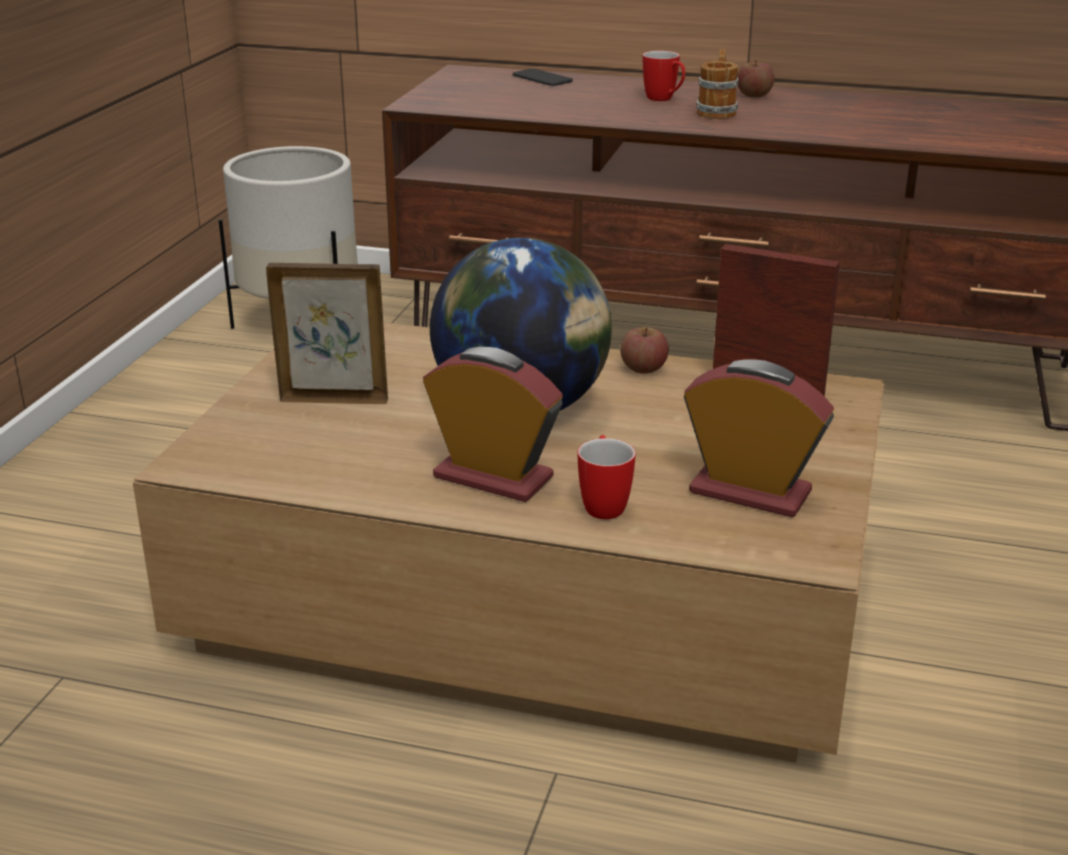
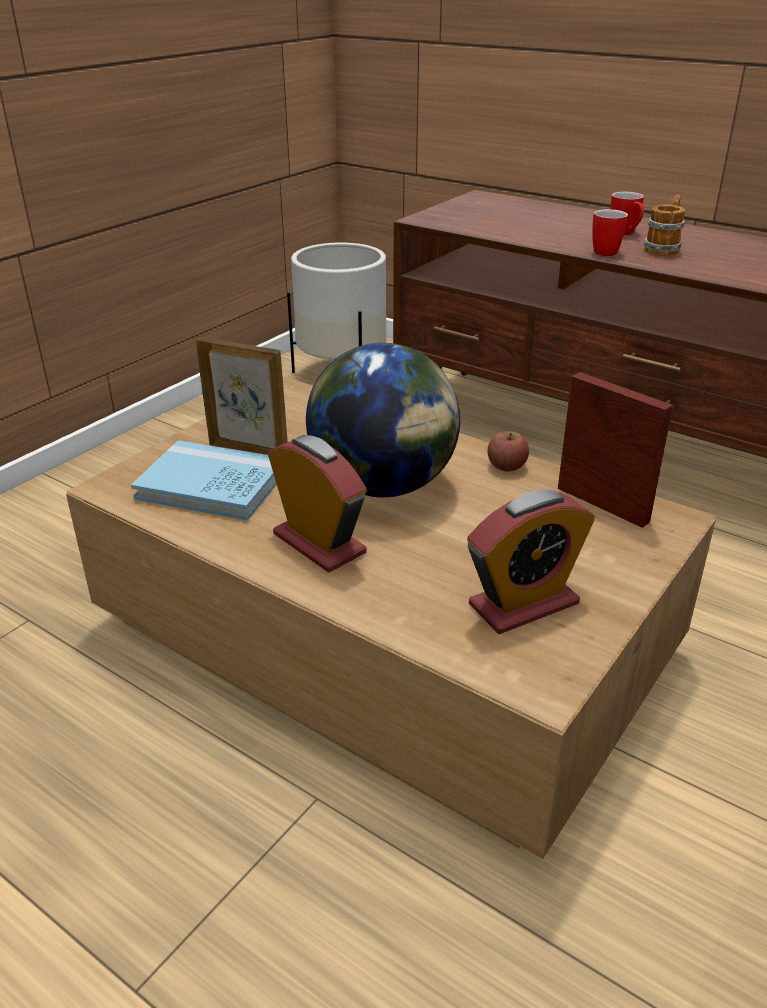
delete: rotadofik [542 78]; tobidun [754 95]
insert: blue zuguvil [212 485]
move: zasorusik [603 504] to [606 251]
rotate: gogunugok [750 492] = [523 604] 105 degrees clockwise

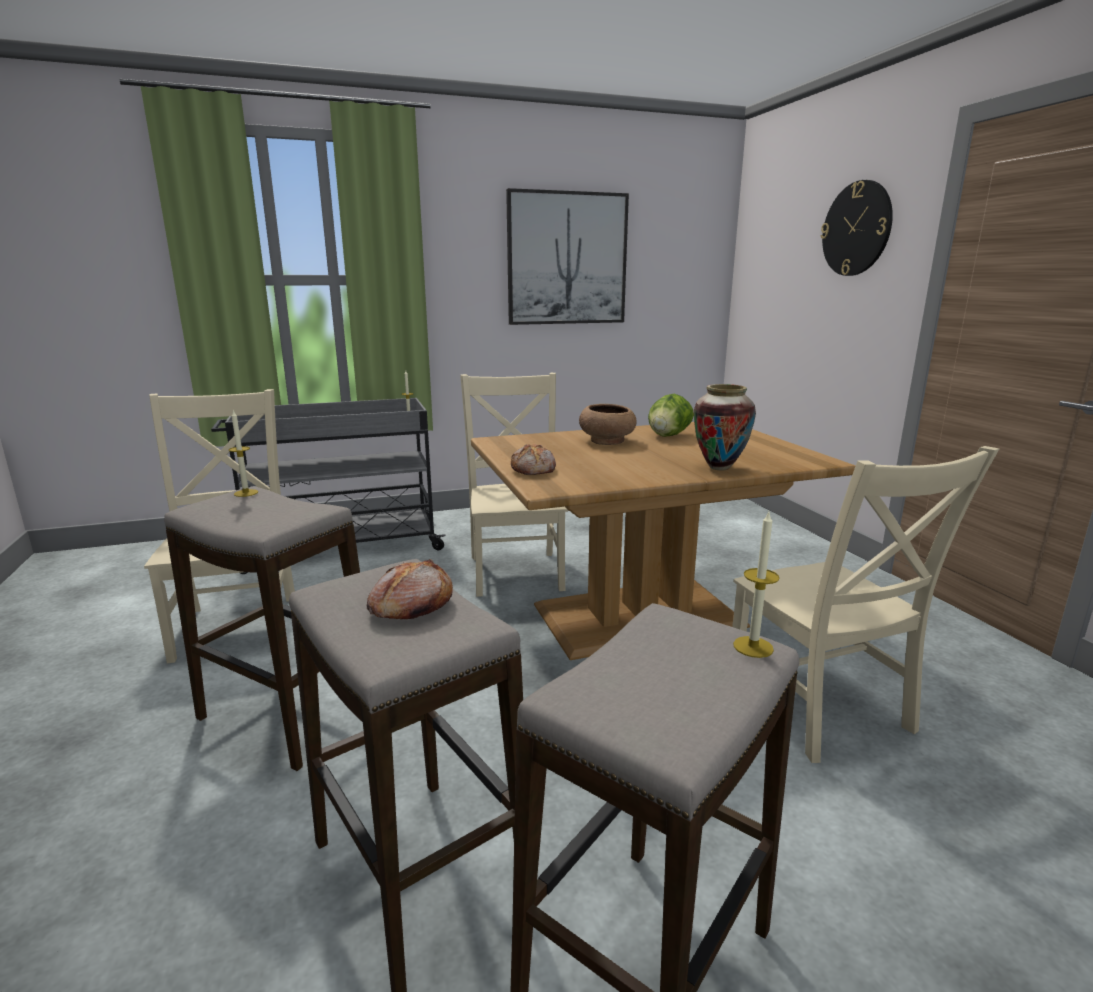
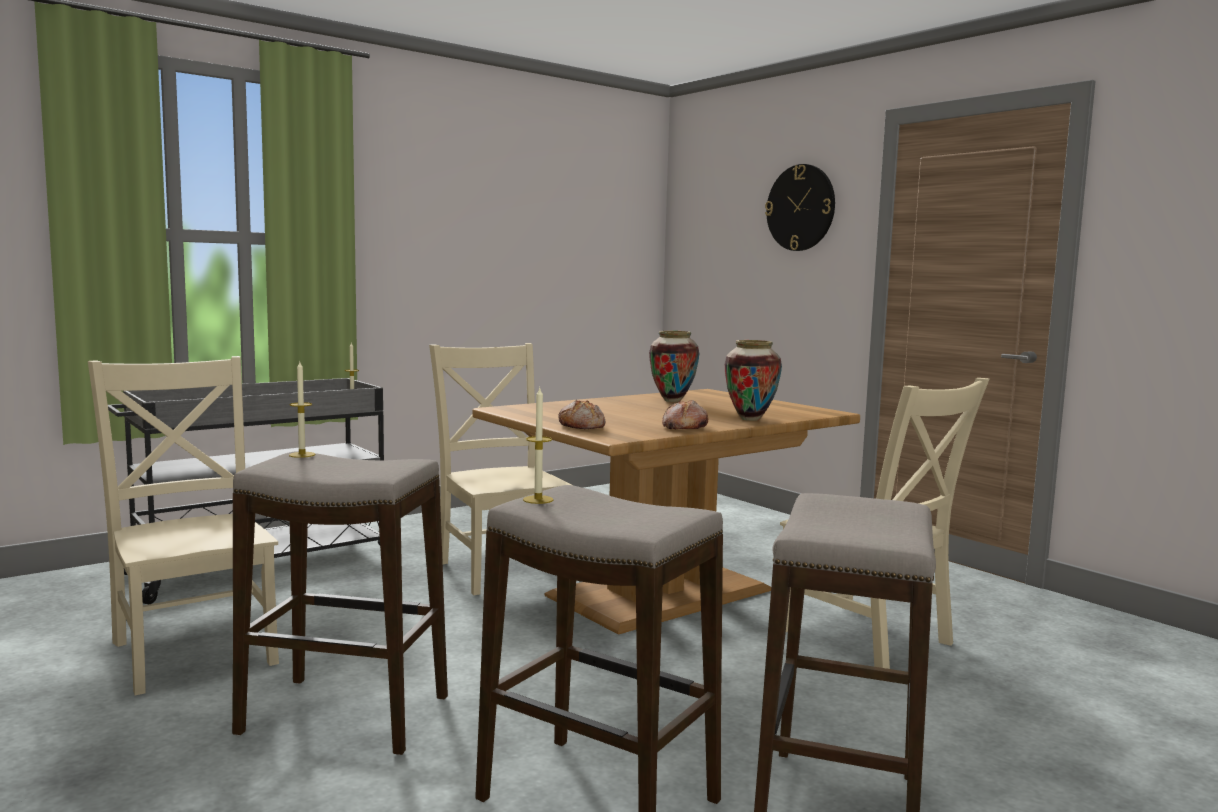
delete: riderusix [567 259]; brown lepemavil [607 441]
move: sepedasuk [753 647] to [538 499]; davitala [410 605] to [683 427]
replace: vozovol [668 436] to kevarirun [672 400]

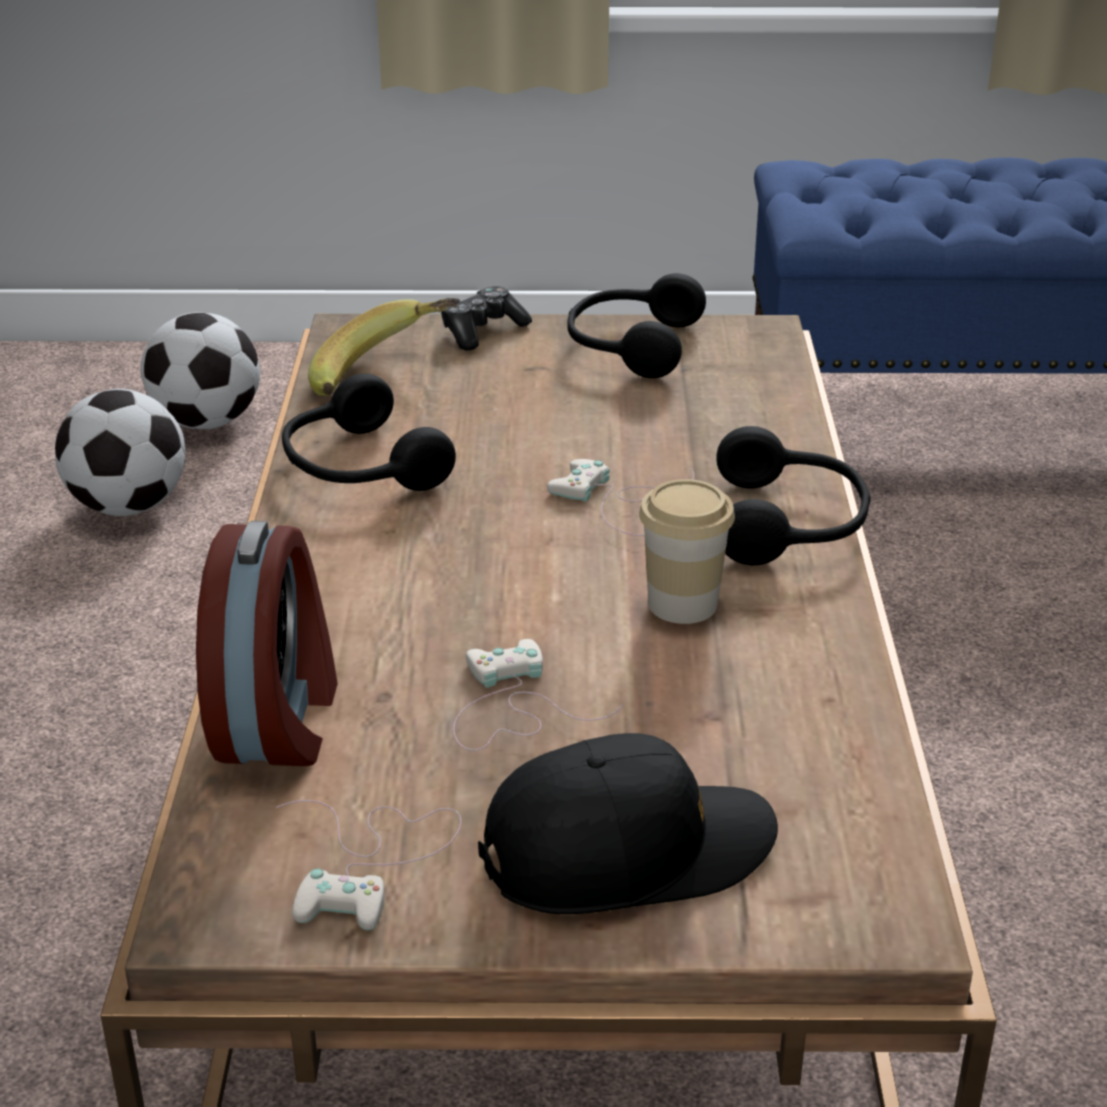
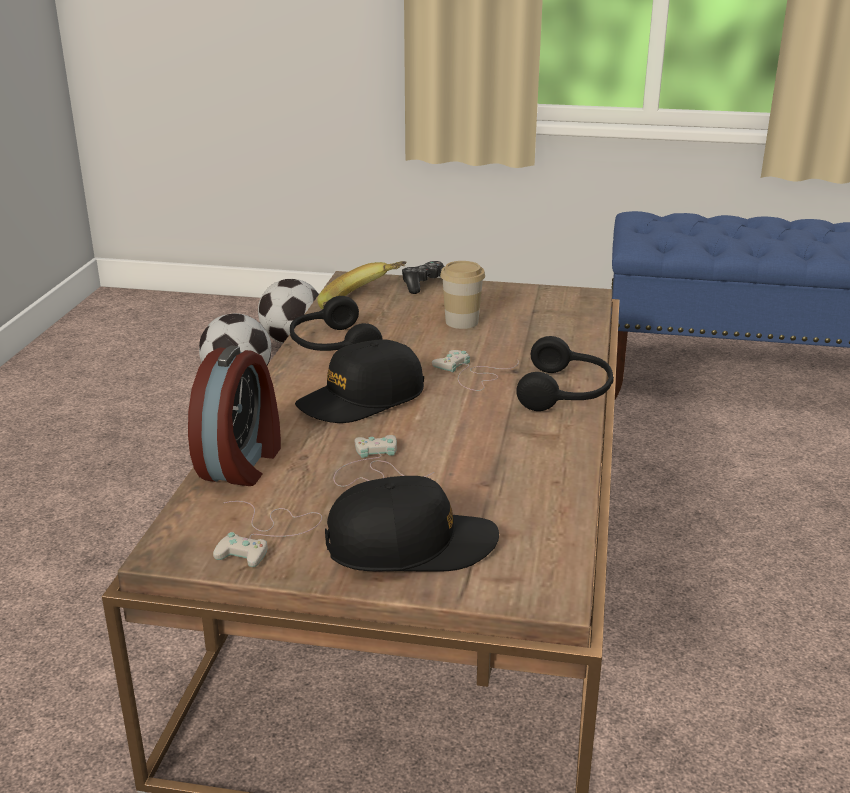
delete: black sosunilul [630 346]
insert: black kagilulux [361 399]
move: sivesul [682 604] to [461 322]

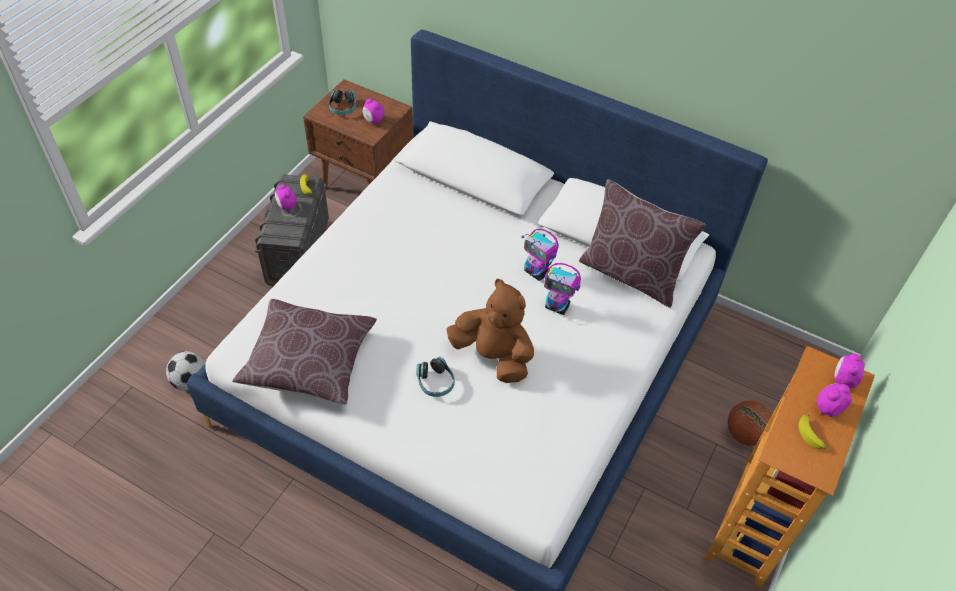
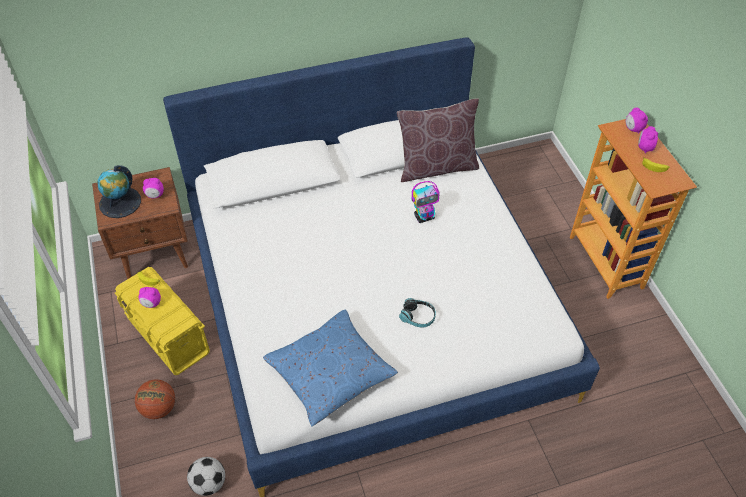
delete: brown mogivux [493 356]; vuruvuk [537 272]
move: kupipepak [744 434] to [159 408]
replace: sosunilul [343 107] to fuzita [120 202]
recolor: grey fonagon [297 252] to yellow fonagon [168 336]; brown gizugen [308 361] to blue gizugen [330 374]

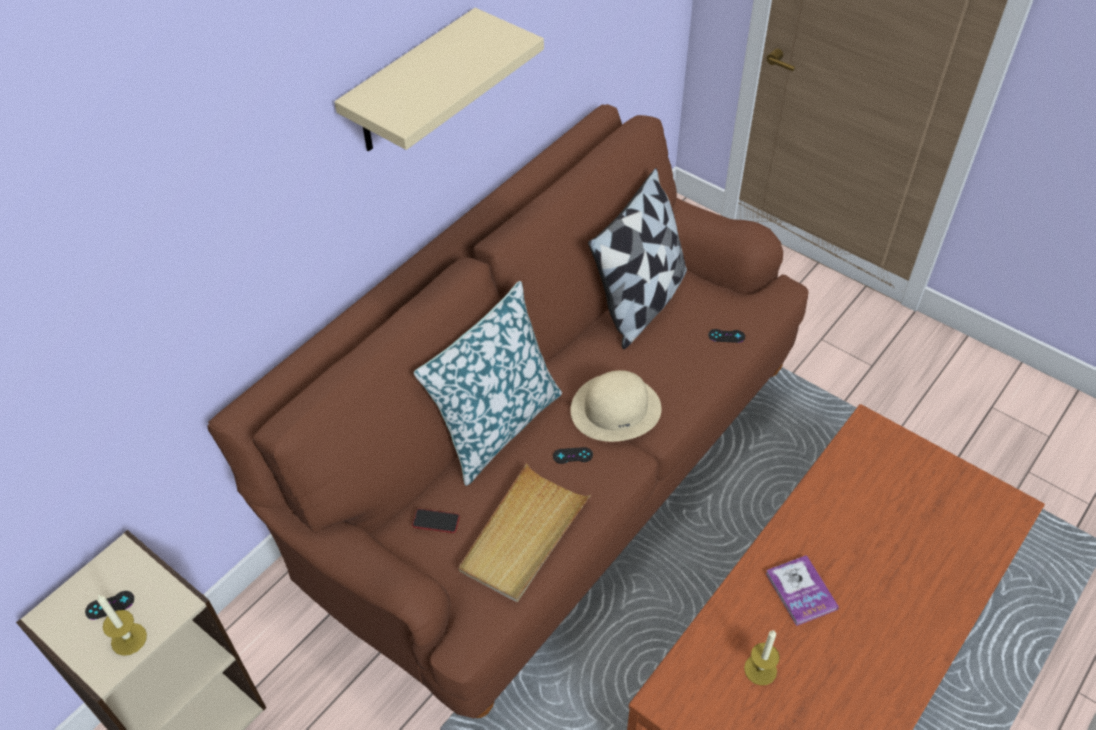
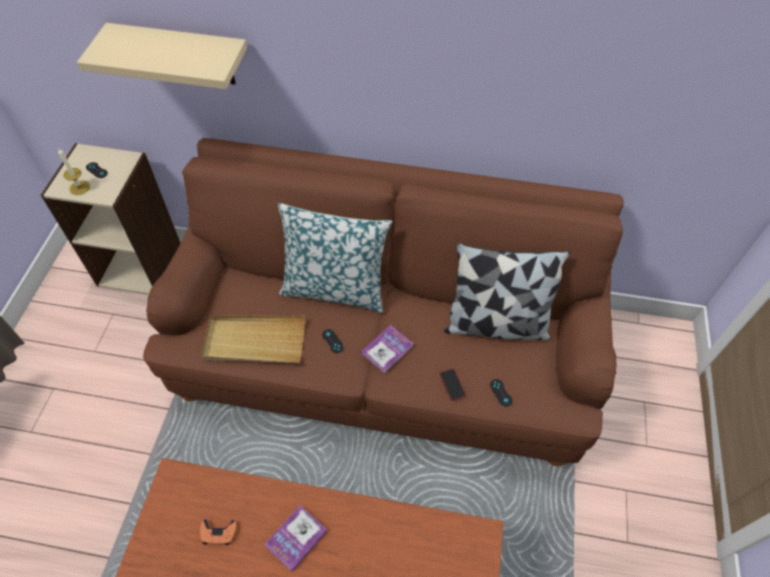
move: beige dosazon [412 84] to [181 54]; rotadofik [436 521] to [452 385]
replace: sepedasuk [760 669] to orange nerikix [218 533]; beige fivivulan [616 408] to zuguvil [387 349]

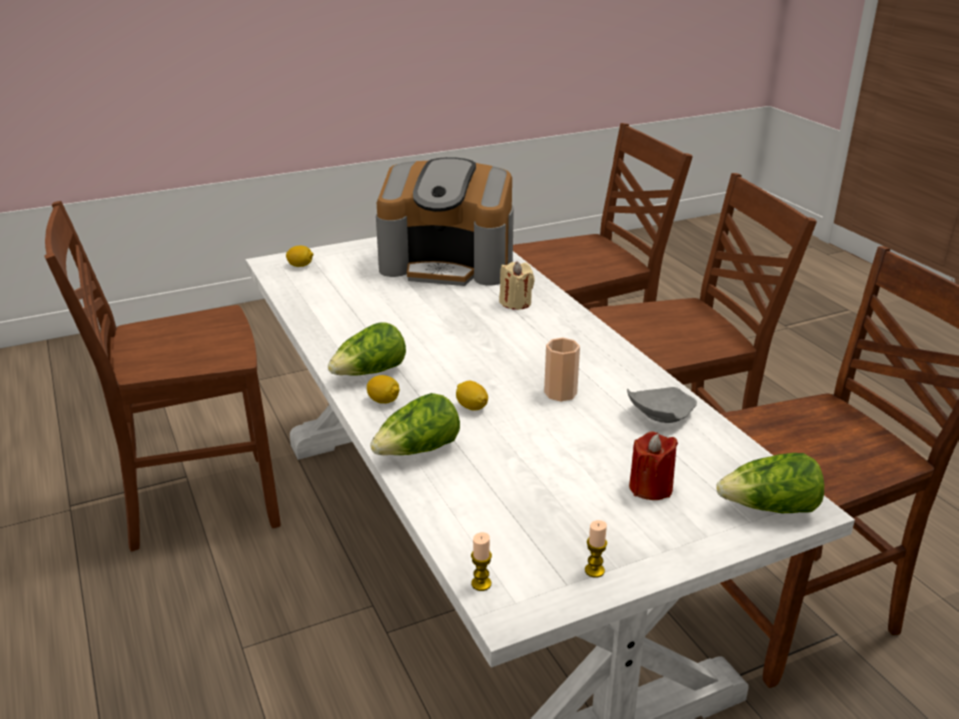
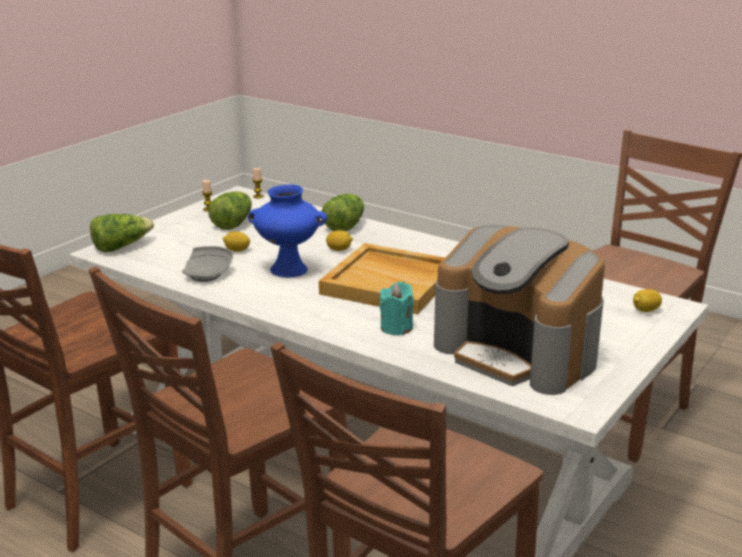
delete: red sepedasuk [650 487]
insert: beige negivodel [390 283]
move: vozovol [370 373] to [232 223]; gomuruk [384 401] to [237 250]
replace: sivesul [560 393] to blue kevarirun [287 270]
recolor: beige sepedasuk [515 303] to turquoise sepedasuk [396 328]
rotate: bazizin [448 263] = [518 353] 120 degrees counterclockwise

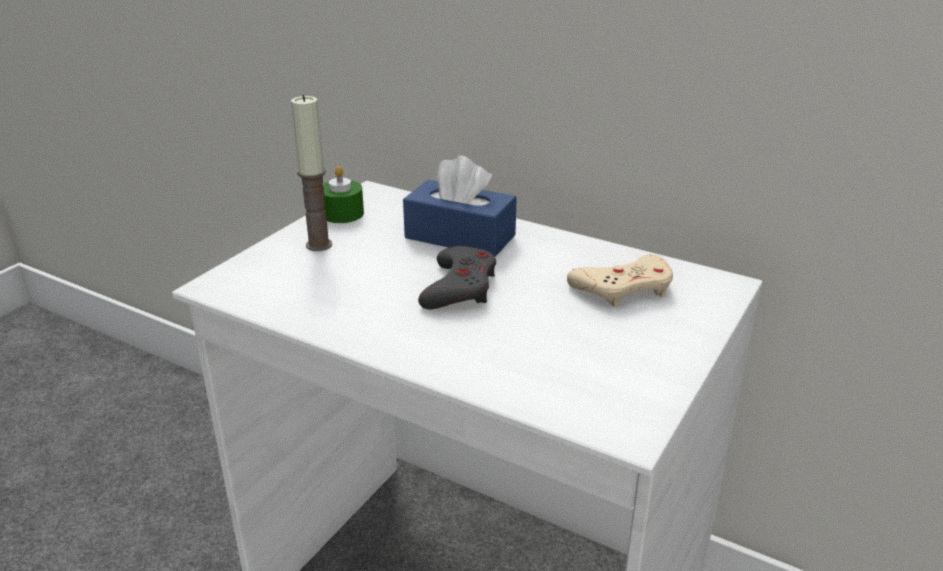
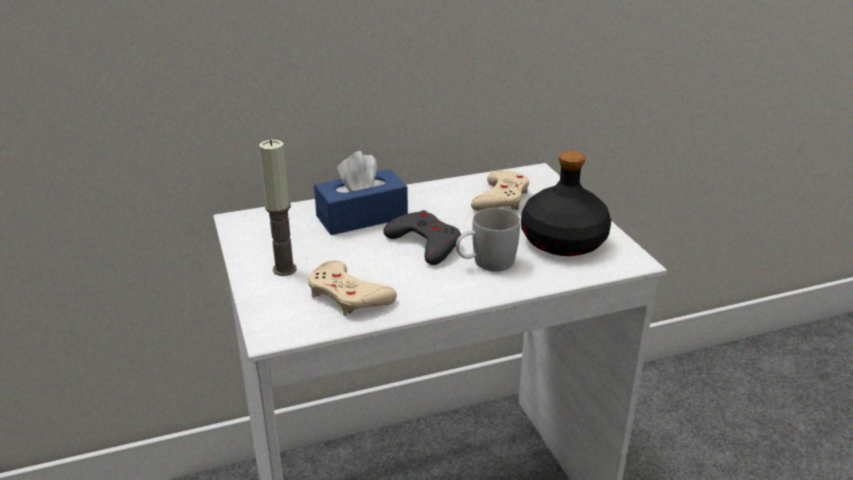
delete: green sepedasuk [342 213]
insert: beige nerikix [348 296]; white zasorusik [485 263]; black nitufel [562 241]

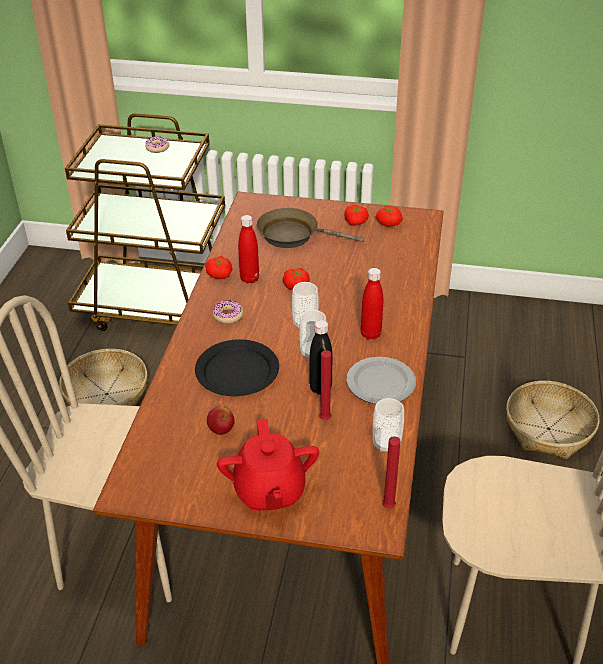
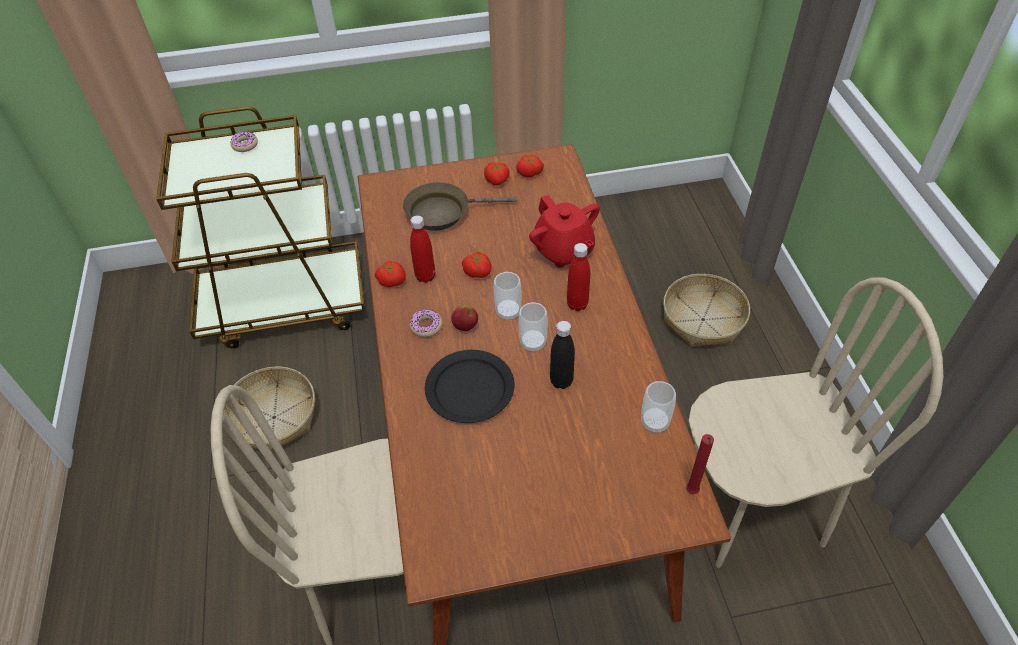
delete: red sepedasuk [324 417]; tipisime [380 382]
move: tobidun [221 430] to [465 326]; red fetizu [269 491] to [563 251]

